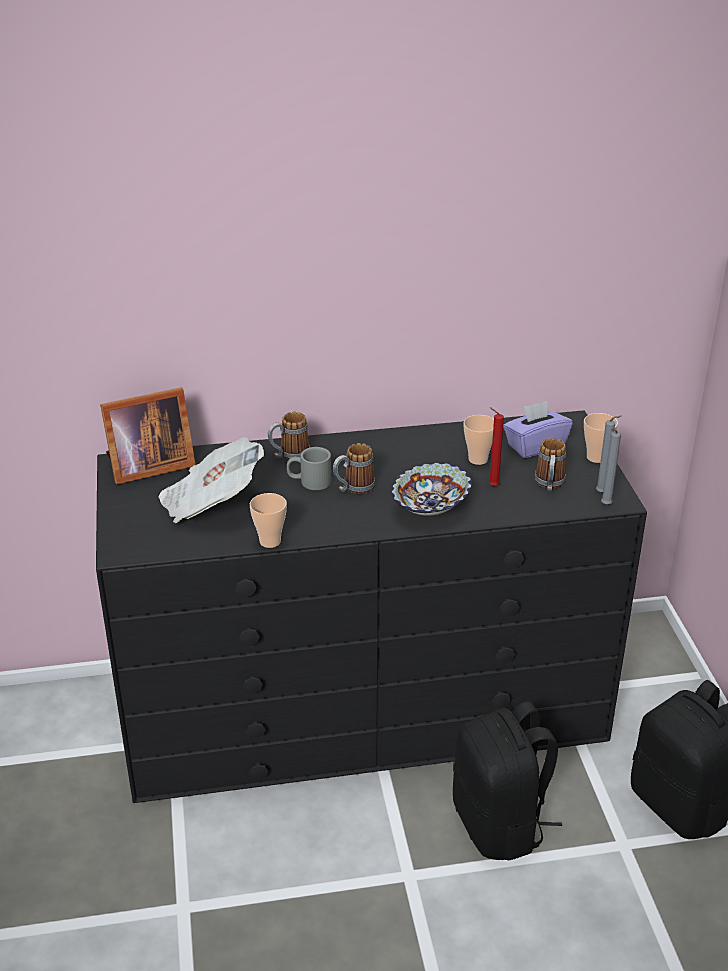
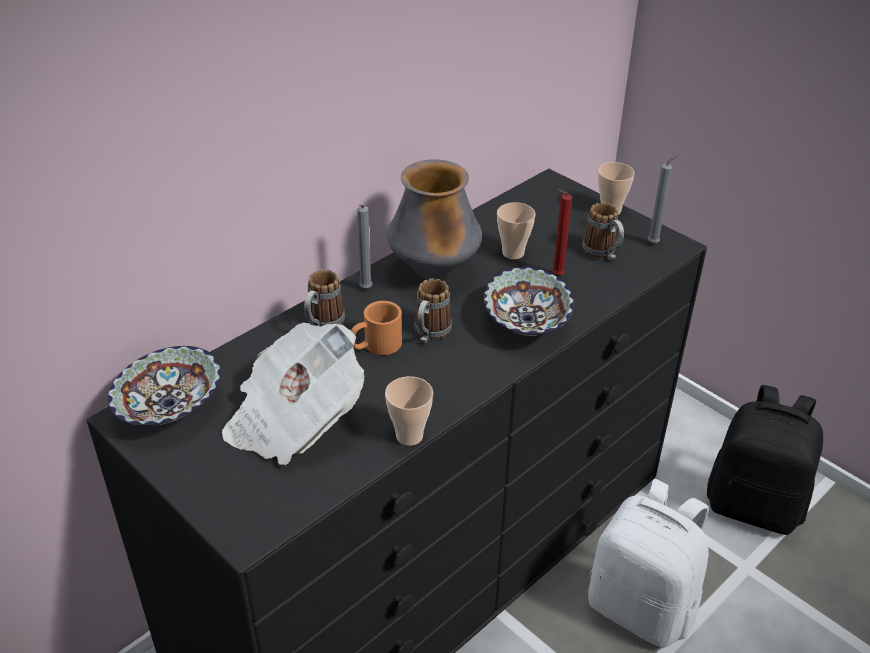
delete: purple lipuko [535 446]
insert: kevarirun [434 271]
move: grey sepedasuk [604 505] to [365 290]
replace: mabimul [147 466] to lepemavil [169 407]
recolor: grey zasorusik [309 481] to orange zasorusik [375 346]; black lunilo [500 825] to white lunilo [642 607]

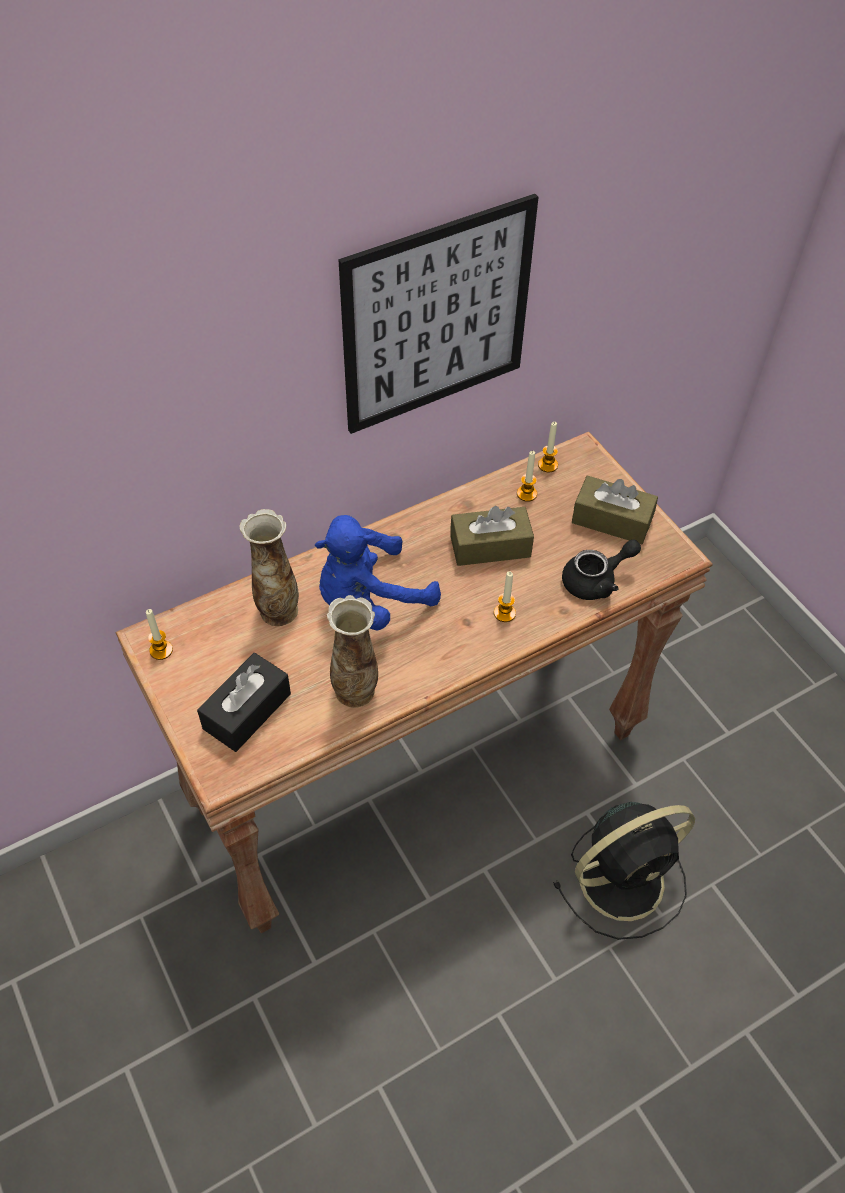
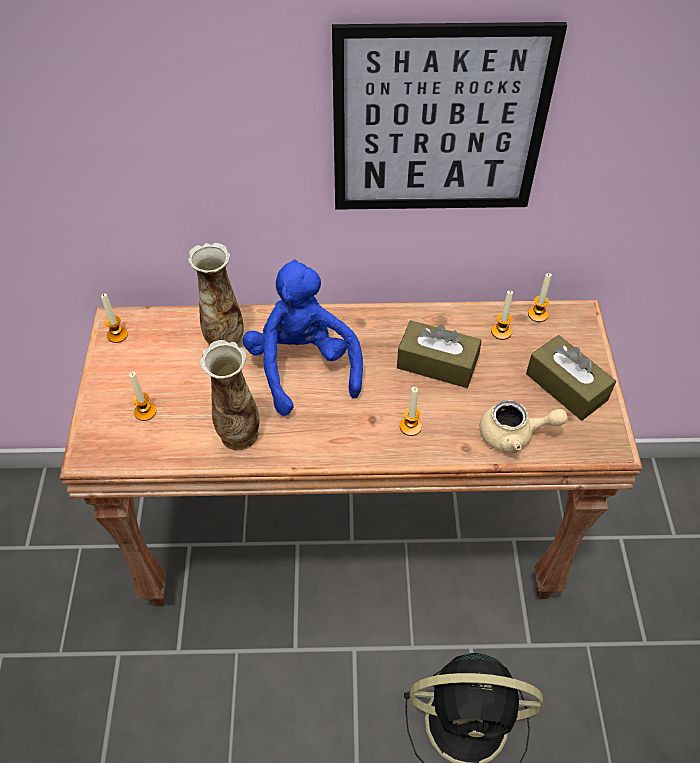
replace: black lipuko [247 711] to sepedasuk [145 412]
recolor: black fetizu [596 581] to beige fetizu [514 435]
rotate: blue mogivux [370 601] = [303 366] 75 degrees clockwise

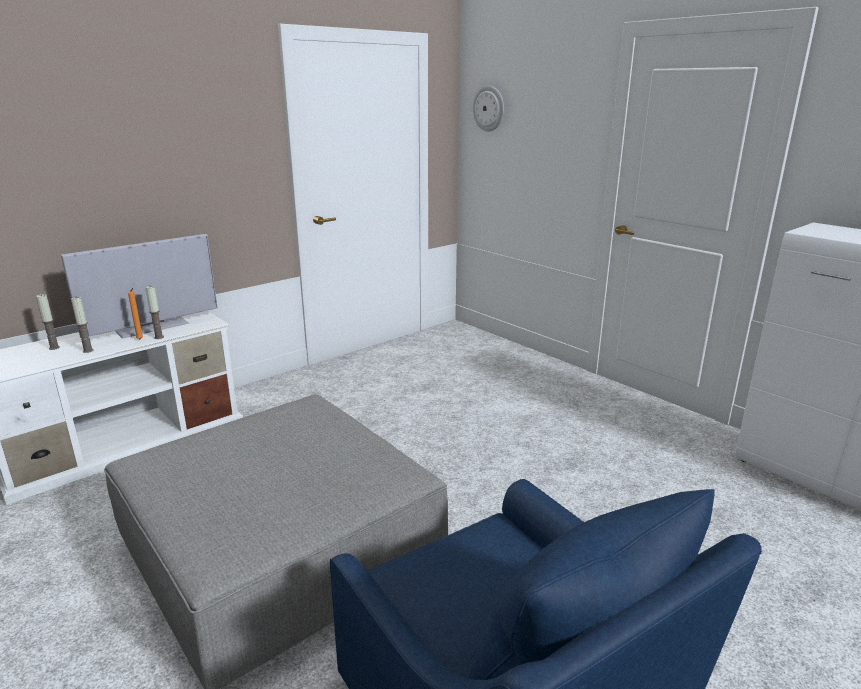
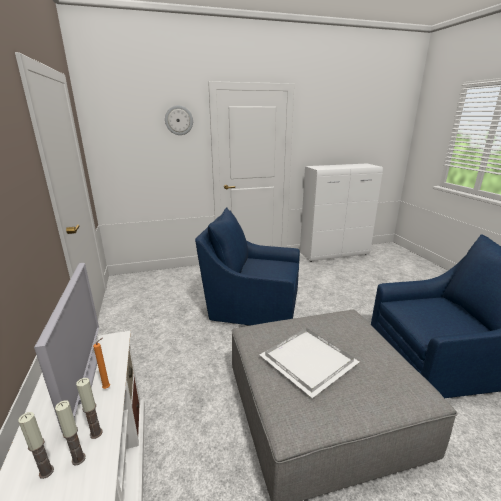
insert: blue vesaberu [252 305]; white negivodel [308 359]
move: sepedasuk [159 337] to [78 459]; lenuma [489 108] to [179 120]

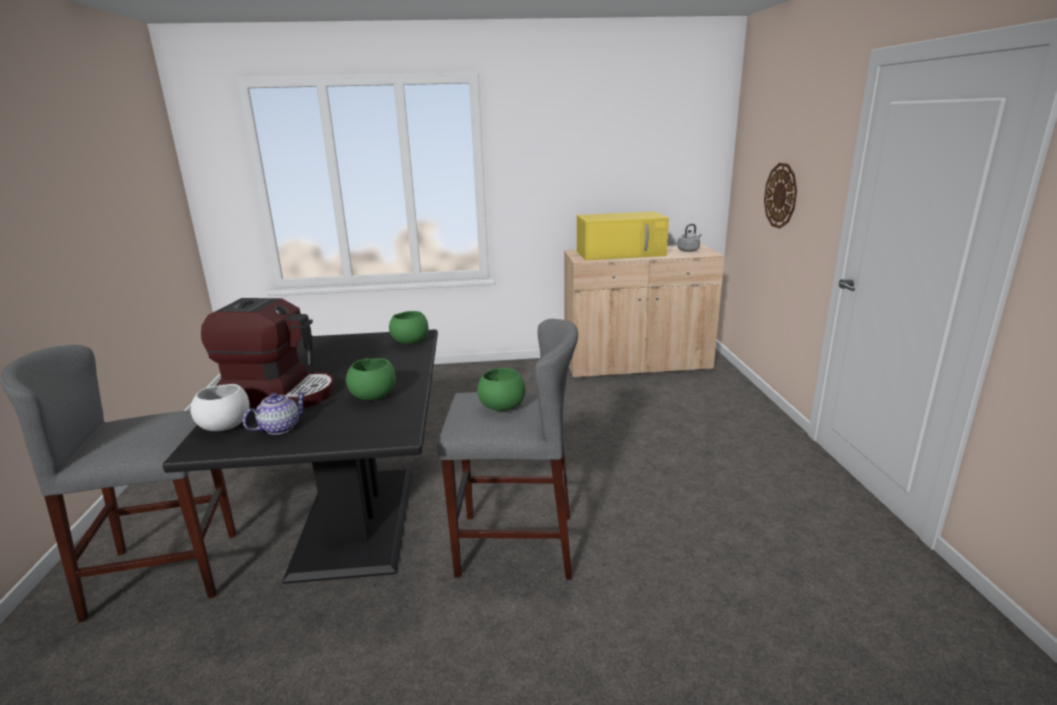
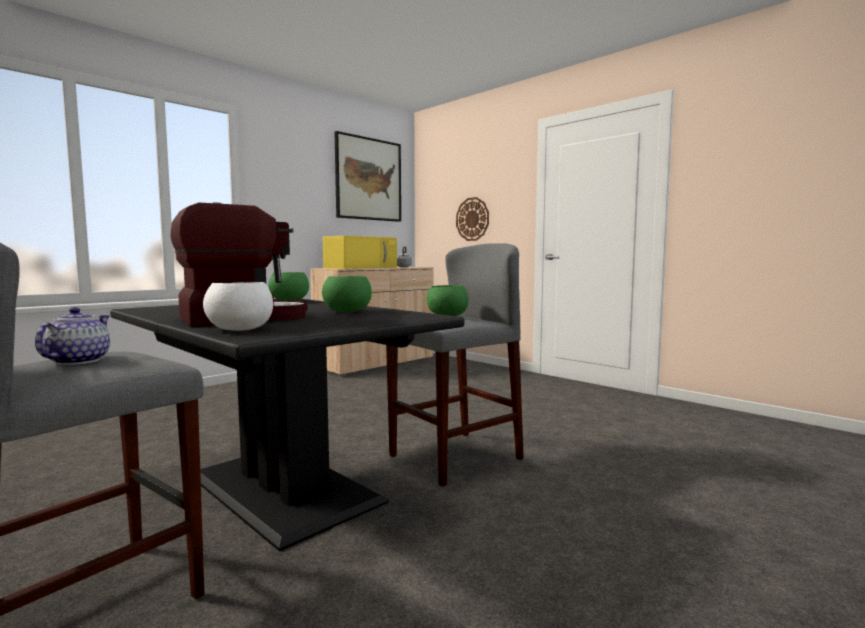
insert: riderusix [368 179]
move: fetizu [279 428] to [77 361]

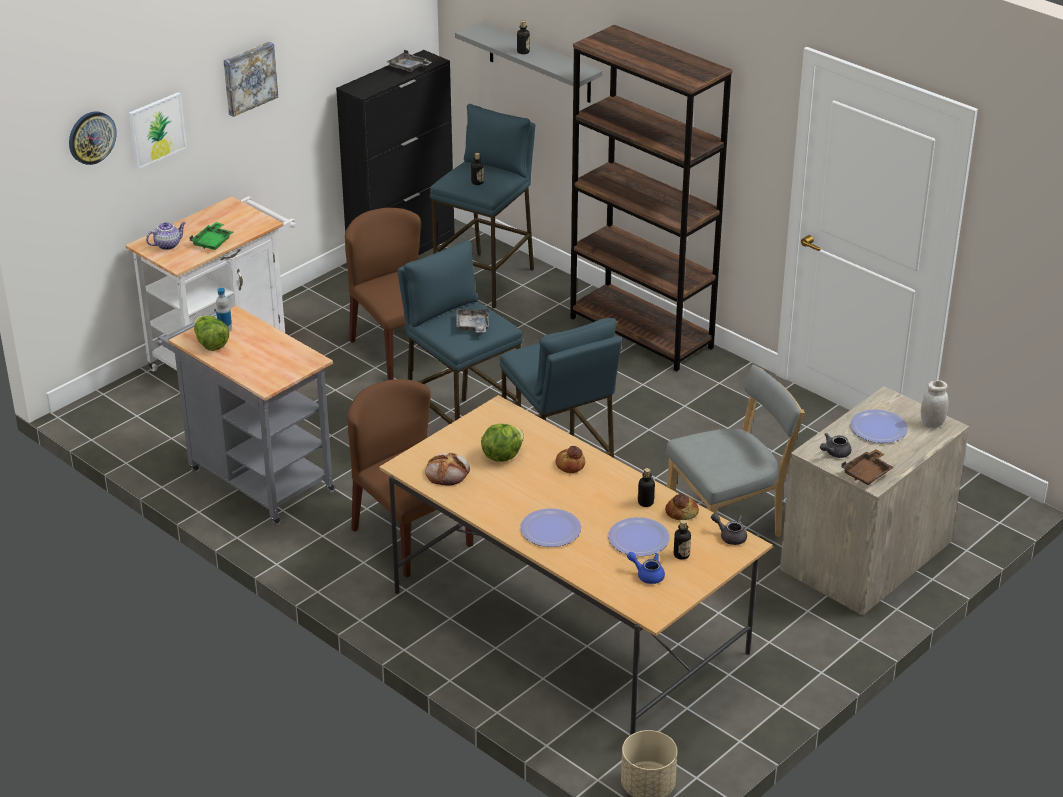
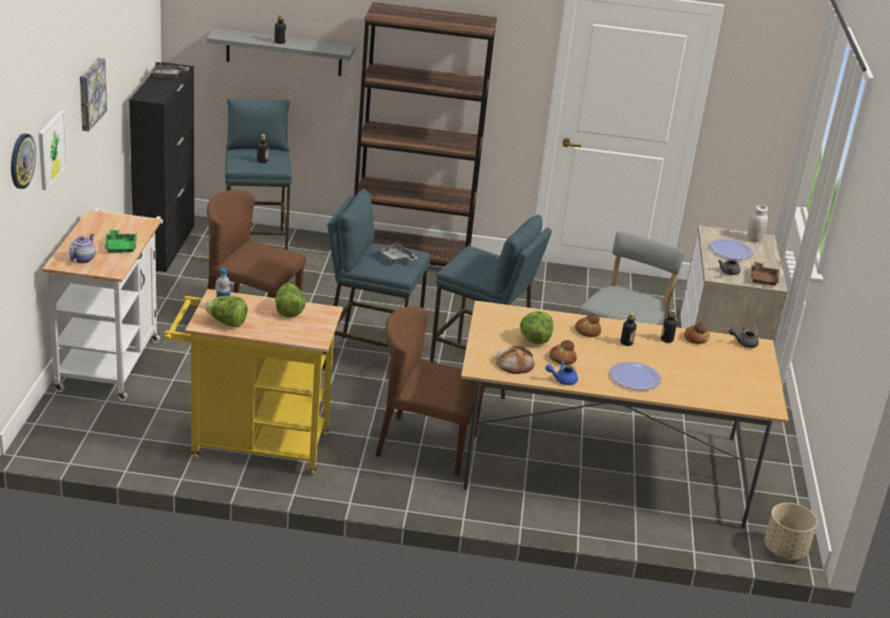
delete: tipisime [638 538]
insert: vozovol [288 310]; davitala [562 359]
move: blue fetizu [647 574] to [562 380]; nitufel [681 555] to [626 343]
recolor: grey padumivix [255 477] to yellow padumivix [251 445]

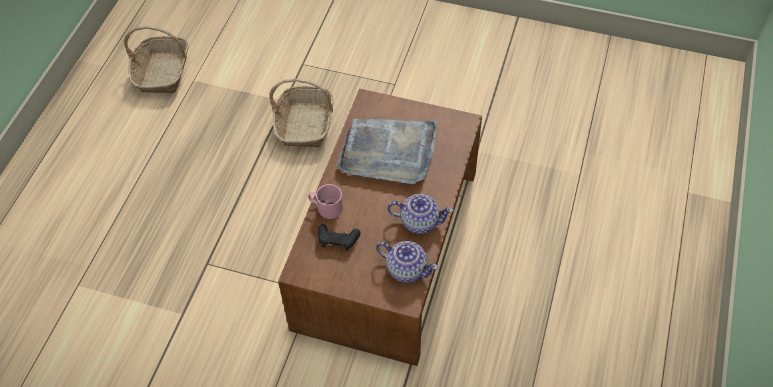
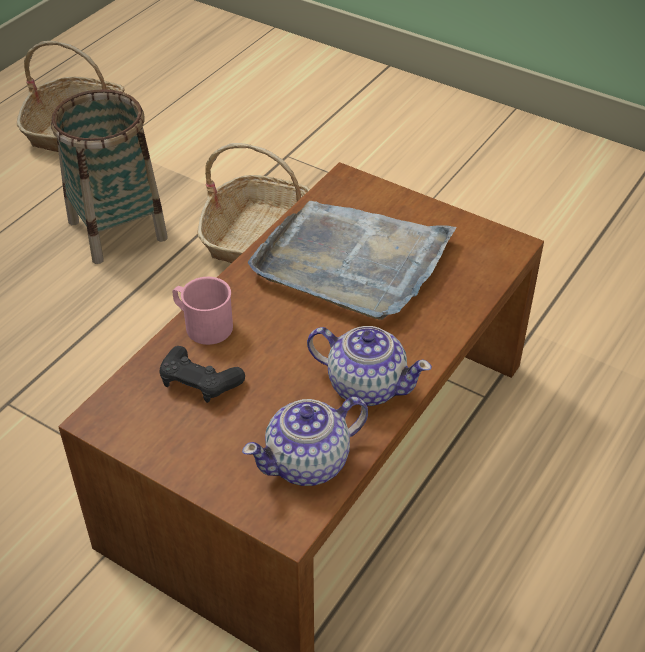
insert: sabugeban [118 230]
rotate: fetizu [406 269] = [309 462] 105 degrees clockwise

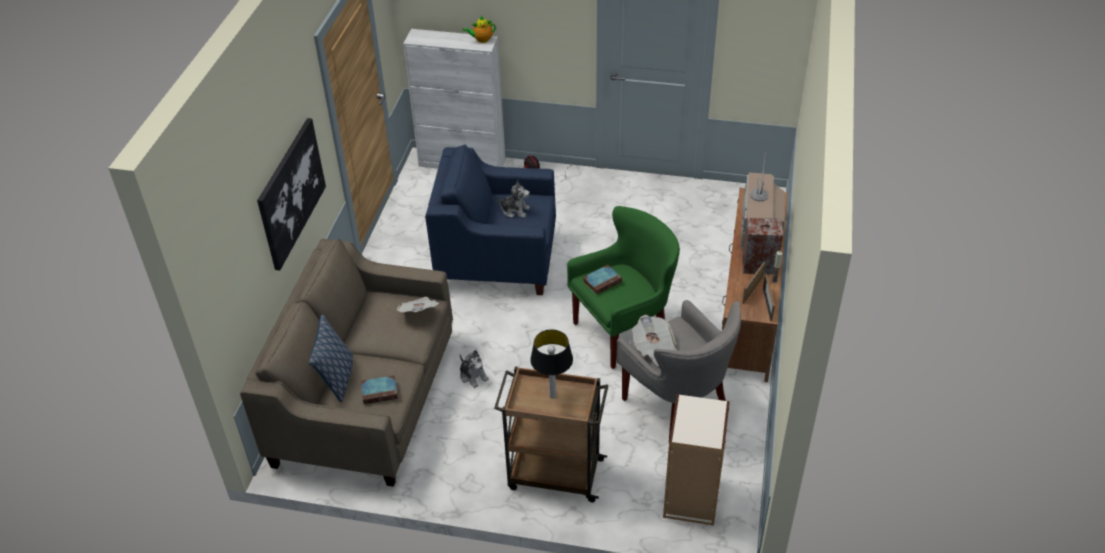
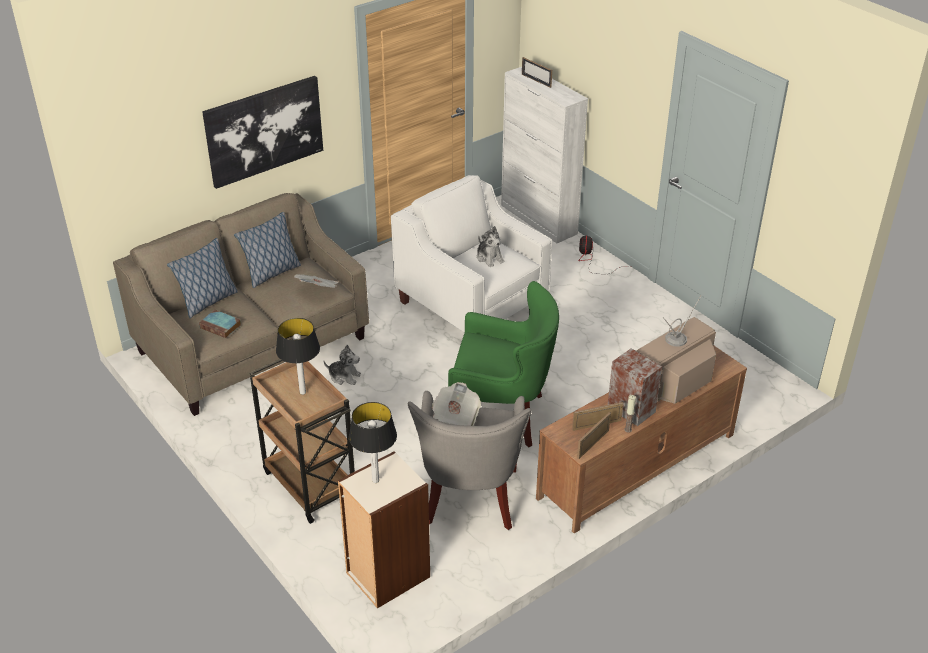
delete: fetizu [481 40]; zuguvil [602 281]
insert: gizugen [271 273]; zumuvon [376 480]; mabimul [536 80]
recolor: blue vesaberu [497 260] to white vesaberu [471 305]
rotate: mogivux [473 376] = [344 376] 75 degrees counterclockwise

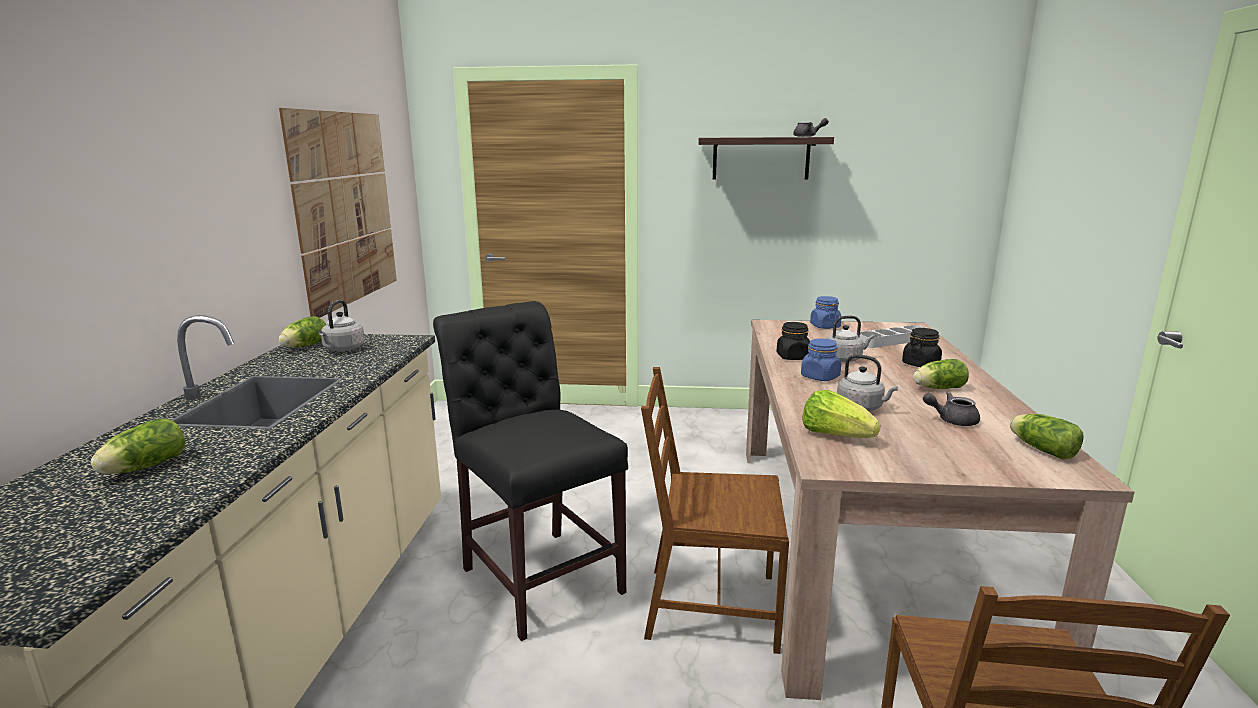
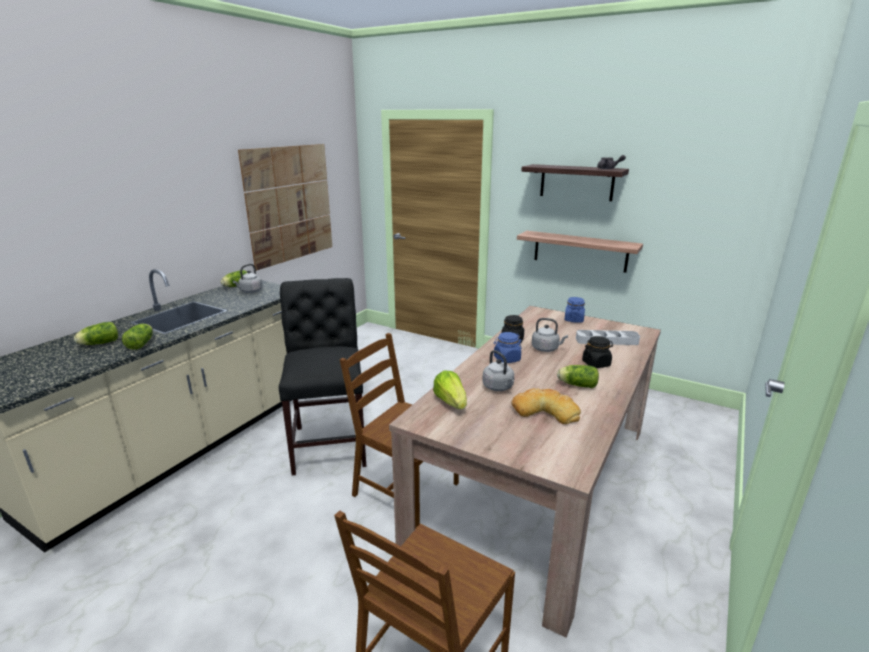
insert: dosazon [580 251]
move: vozovol [1041 449] to [142 343]
replace: grey fetizu [951 420] to davitala [545 411]

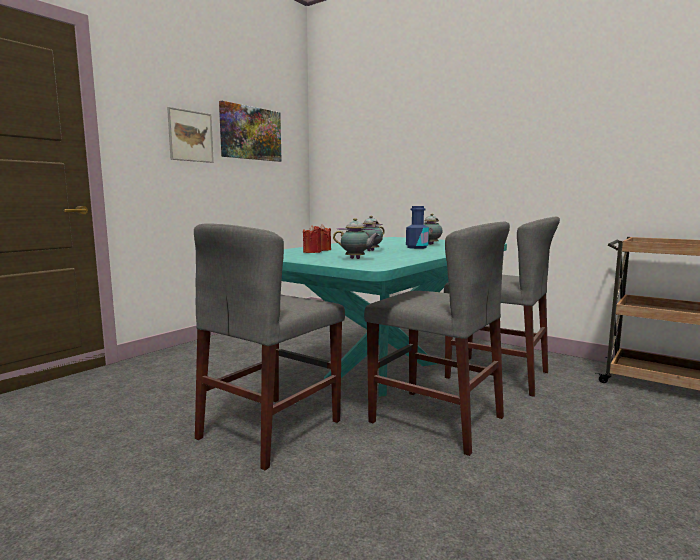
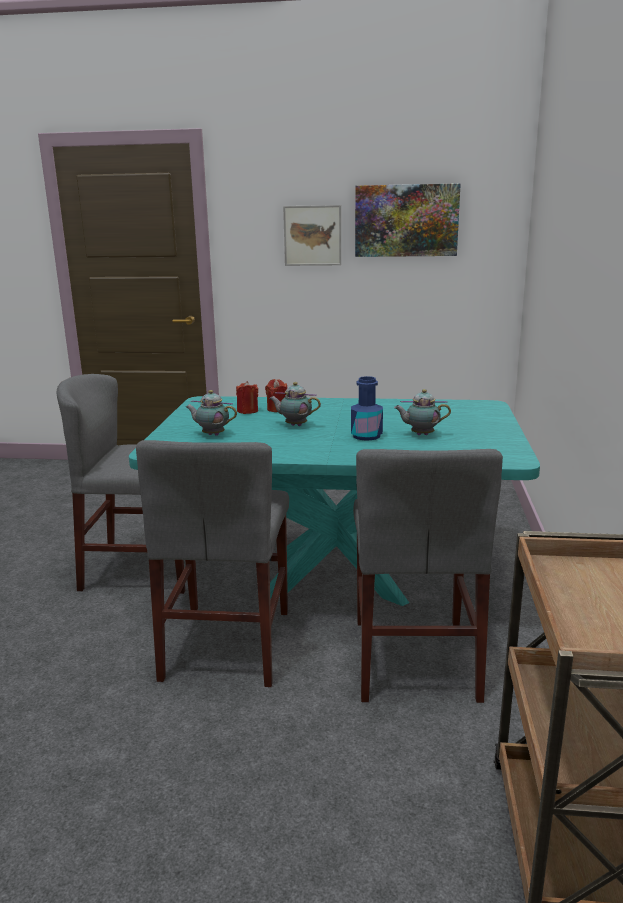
rotate: fetizu [356 259] = [212 435] 120 degrees clockwise

